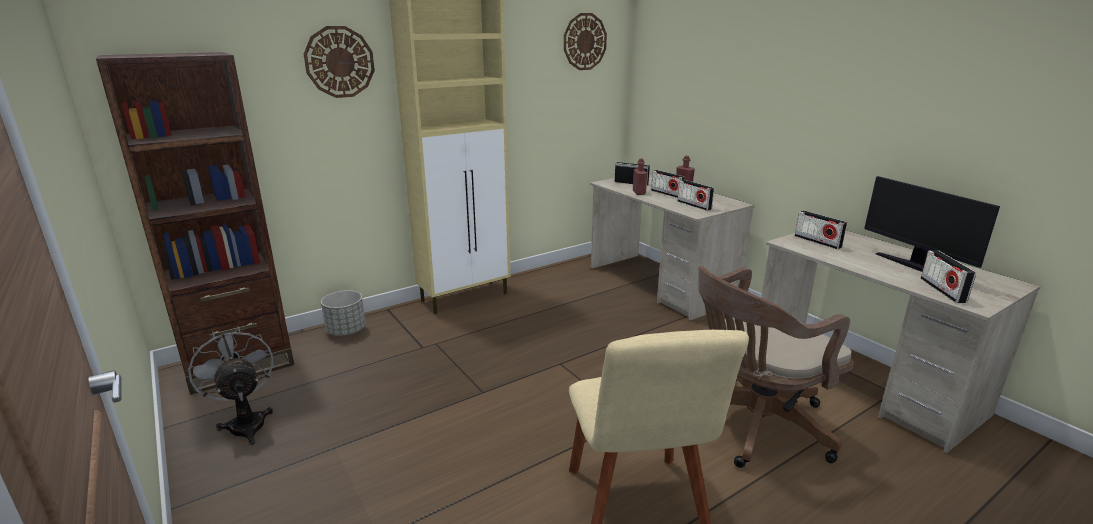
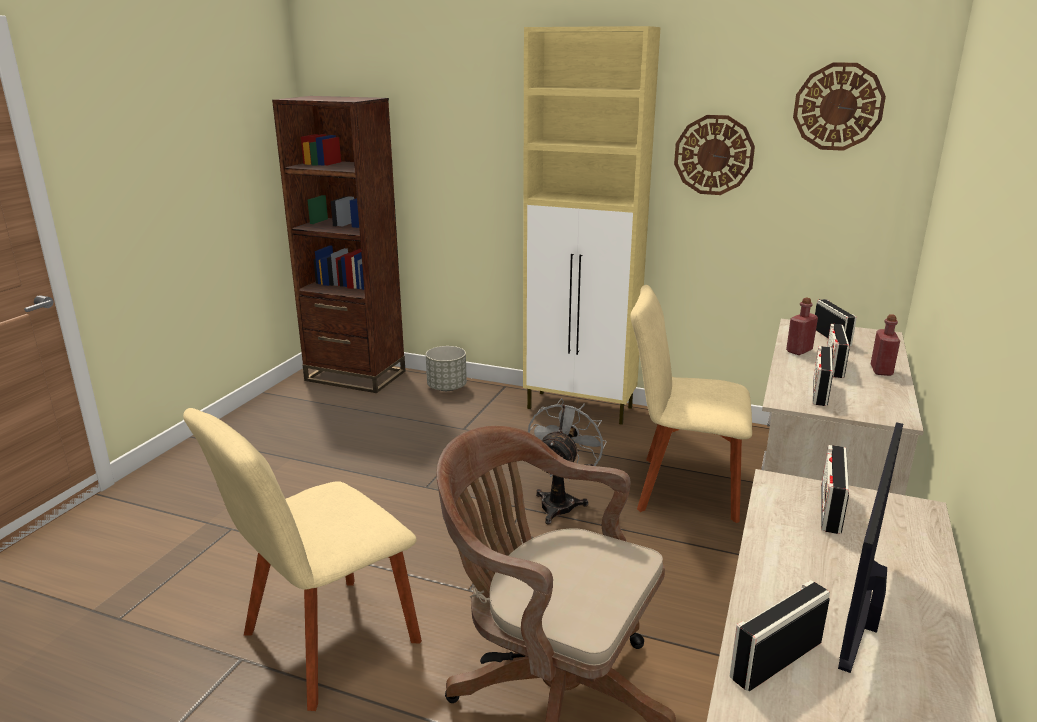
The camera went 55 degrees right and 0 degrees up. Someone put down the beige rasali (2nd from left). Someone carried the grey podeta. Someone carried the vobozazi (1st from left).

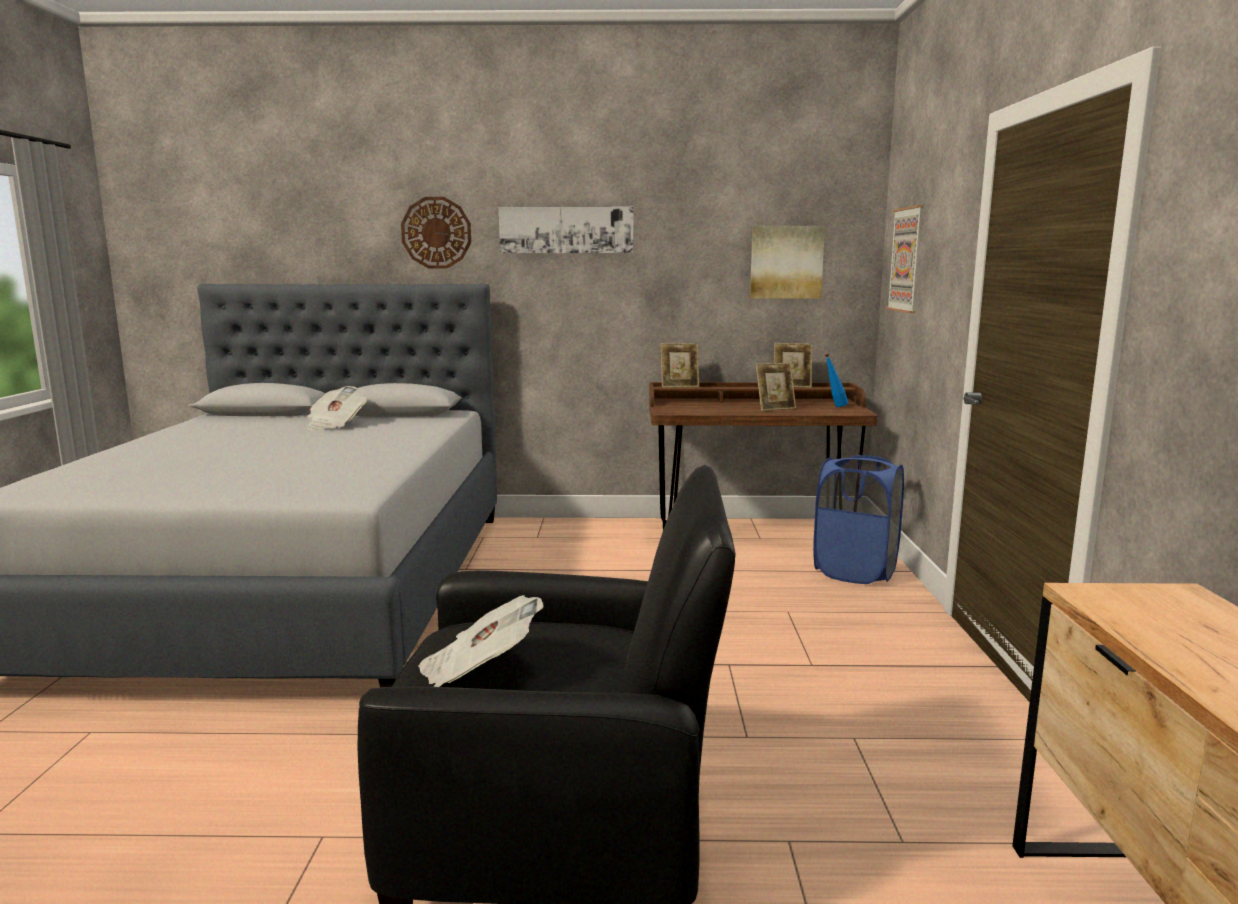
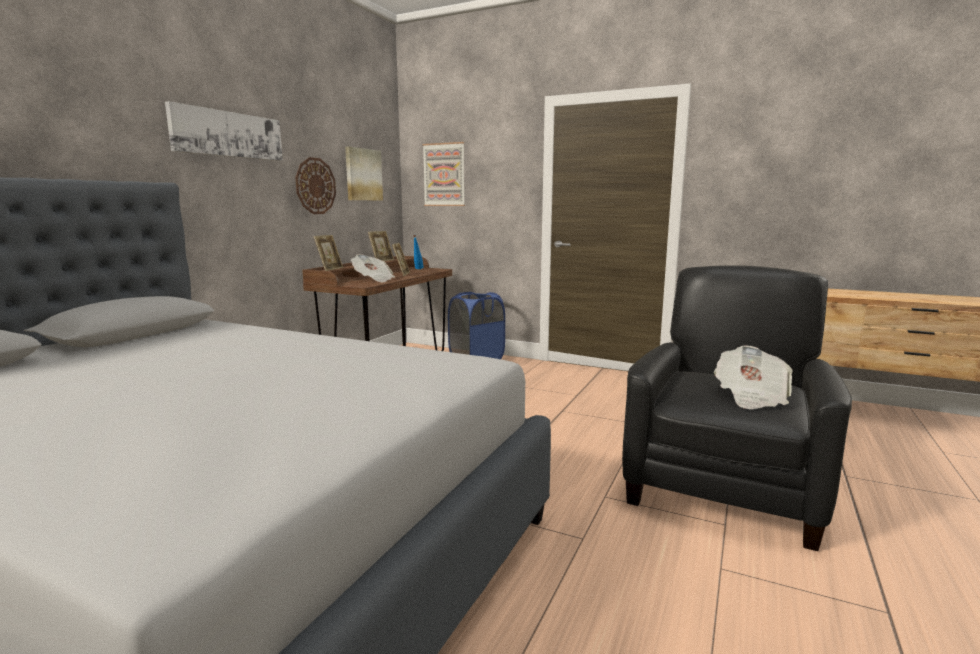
The camera went 65 degrees left and 0 degrees up. Someone carried the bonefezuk (1st from left). Someone carried the vobozazi.

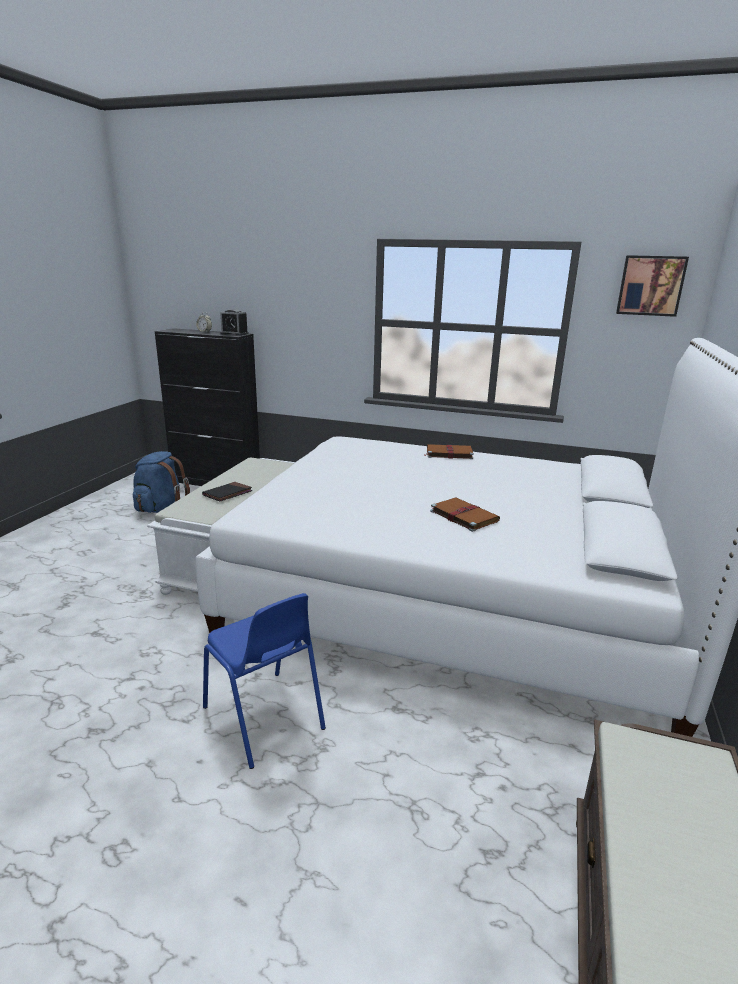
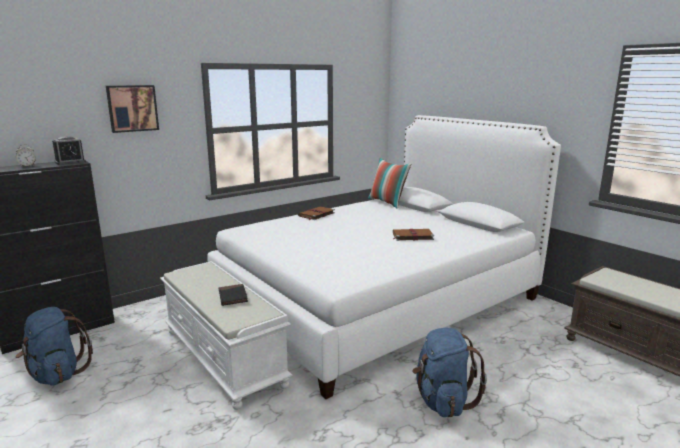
The camera went 55 degrees left and 5 degrees down. Someone put down the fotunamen. Someone carried the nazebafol. Someone swapped the blue rasali for the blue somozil (2nd from left).

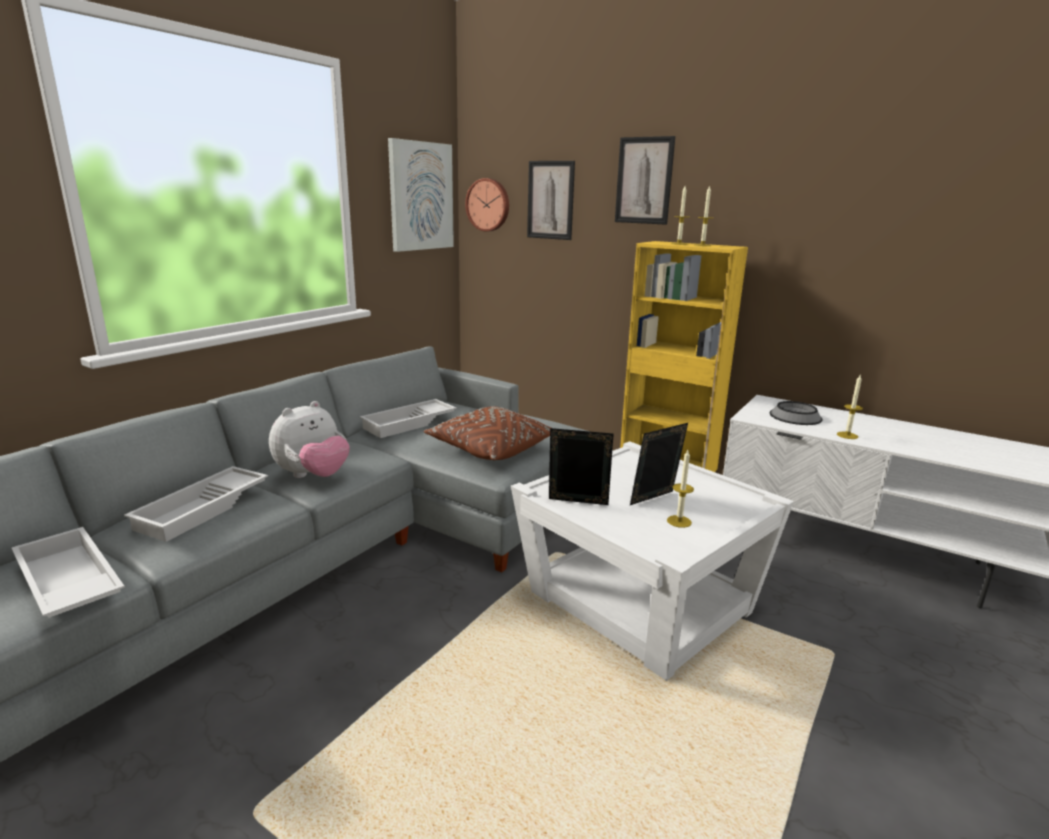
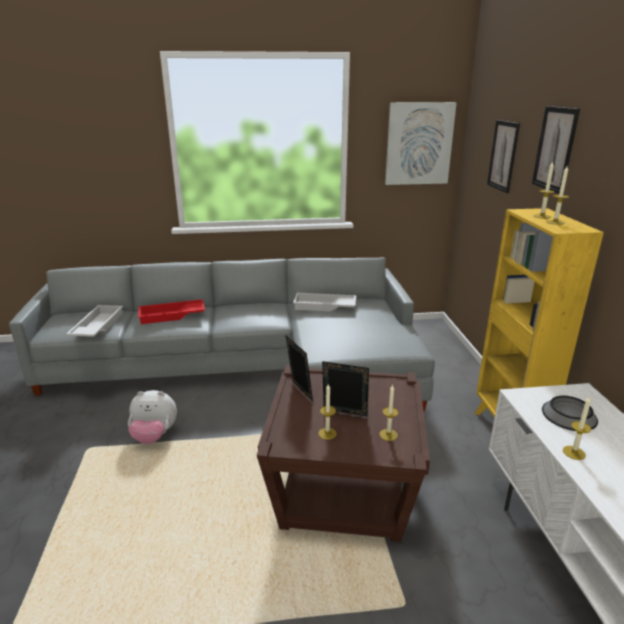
The camera went 50 degrees right and 5 degrees up. Someone took away the brown fotunamen. Someone took away the vobozazi. Someone put down the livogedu (2nd from left). Someone carried the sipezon. Someone repainted the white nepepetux (2nd from left), which became the red nepepetux. Someone repainted the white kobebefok, which became the brown kobebefok.

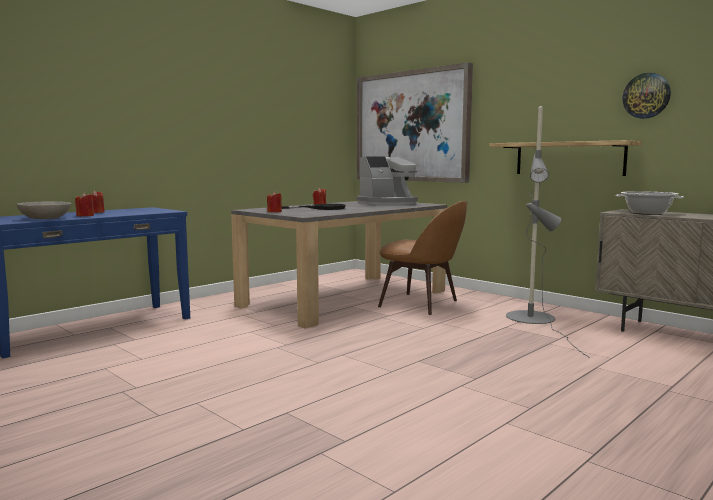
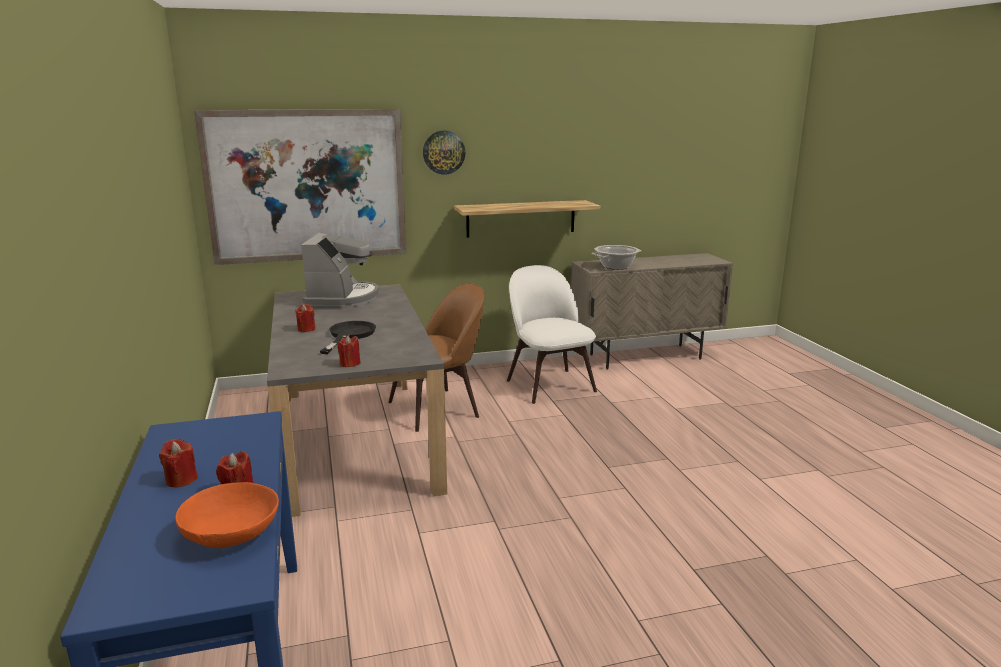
The camera went 60 degrees left and 10 degrees up. Someone carried the vobozazi. Someone swapped the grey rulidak for the white rasali. Someone repainted the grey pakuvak, which became the orange pakuvak.

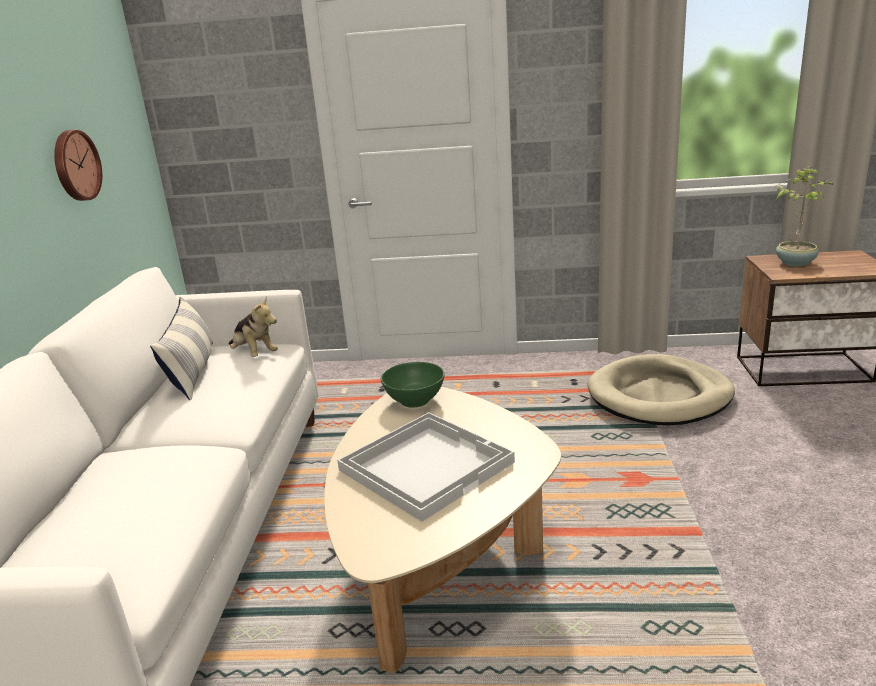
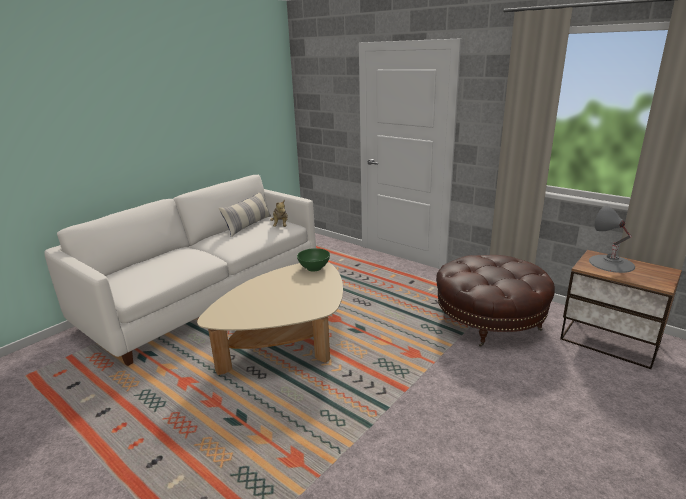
The camera went 35 degrees right and 0 degrees up. Someone took away the vobozazi. Someone took away the white nepepetux. Someone swapped the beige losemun for the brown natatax. Someone swapped the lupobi for the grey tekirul.

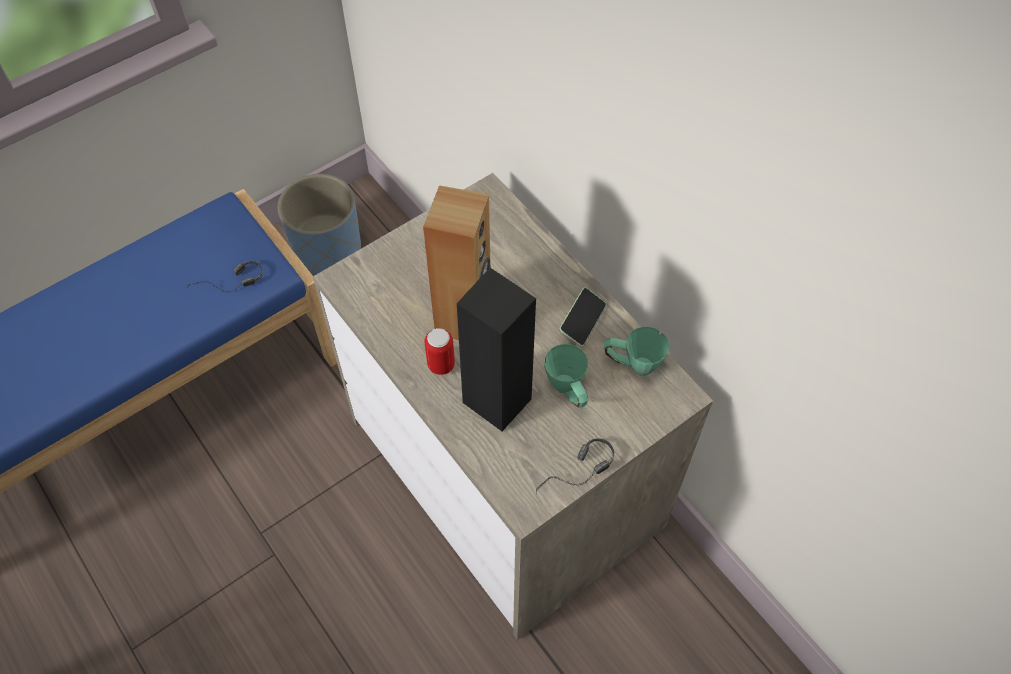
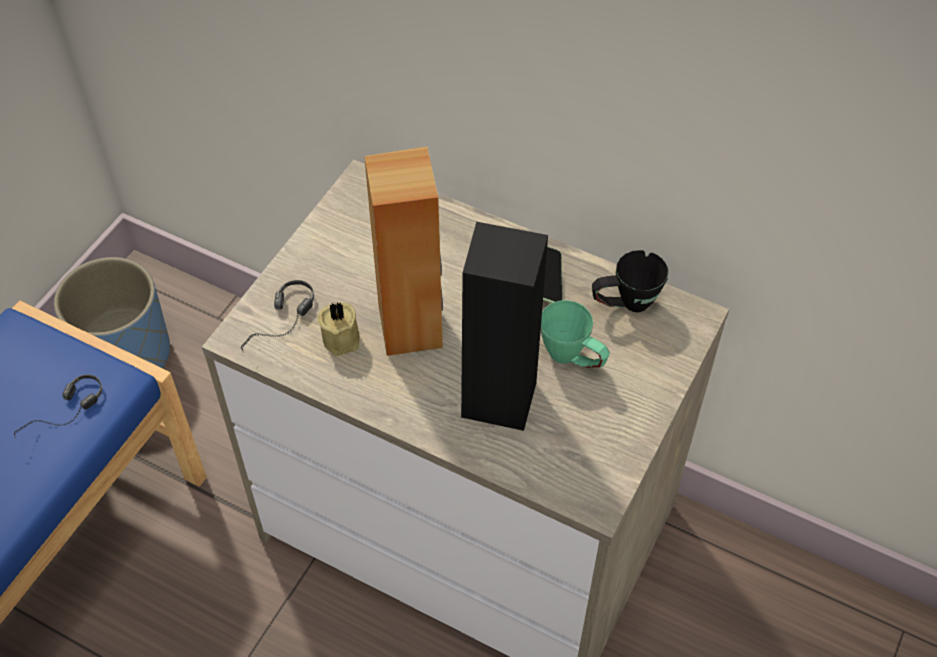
The camera went 25 degrees left and 5 degrees down. Someone took away the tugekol. Someone put down the beige livogedu. Someone carried the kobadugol (2nd from left). Someone repainted the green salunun (2nd from left), which became the black salunun.

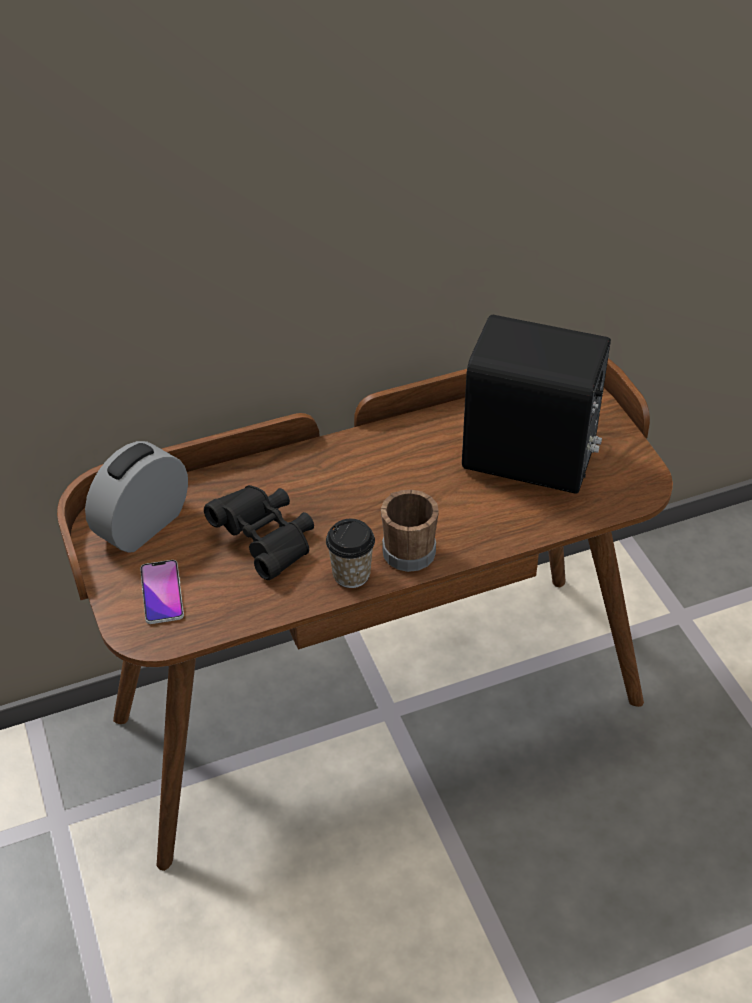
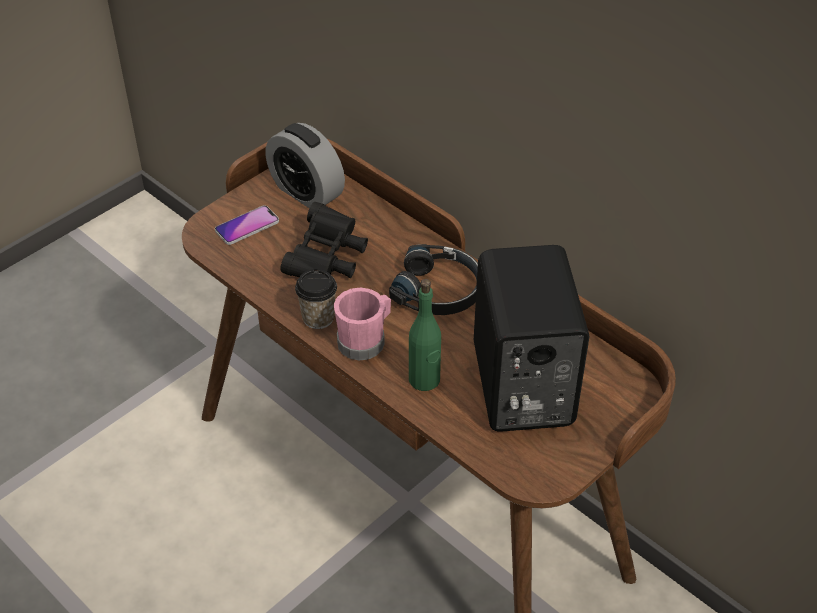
The camera went 65 degrees right and 0 degrees up. Someone put down the black kobadugol. Someone put down the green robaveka. Someone repainted the brown salunun, which became the pink salunun. Someone rotated the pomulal by 150 degrees counterclockwise.

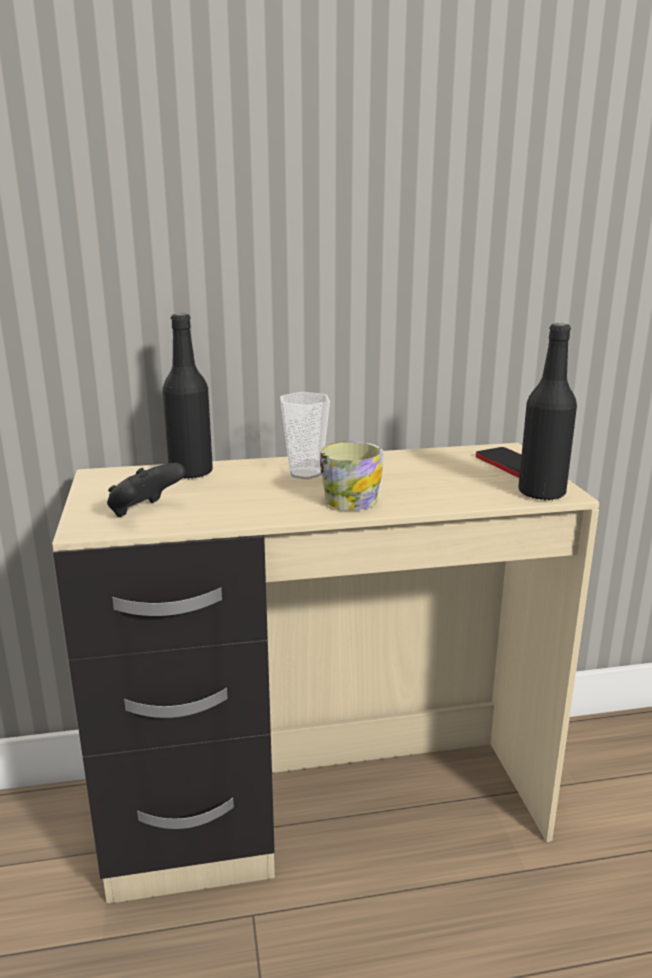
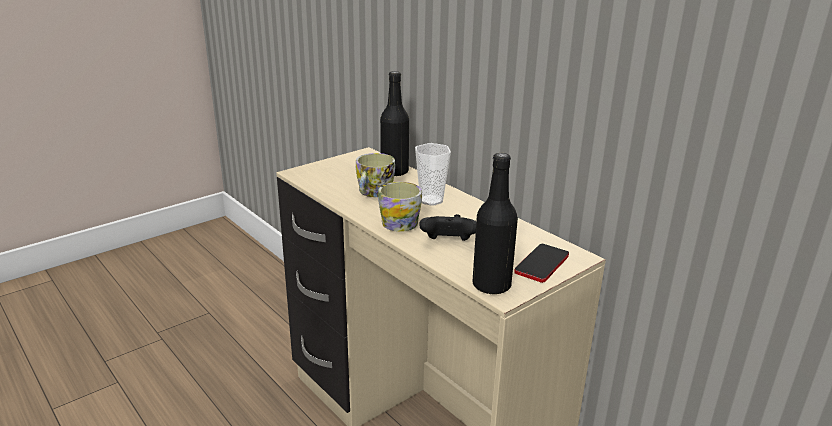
The camera went 60 degrees right and 5 degrees up. Someone put down the salunun (1st from left). Someone carried the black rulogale.

